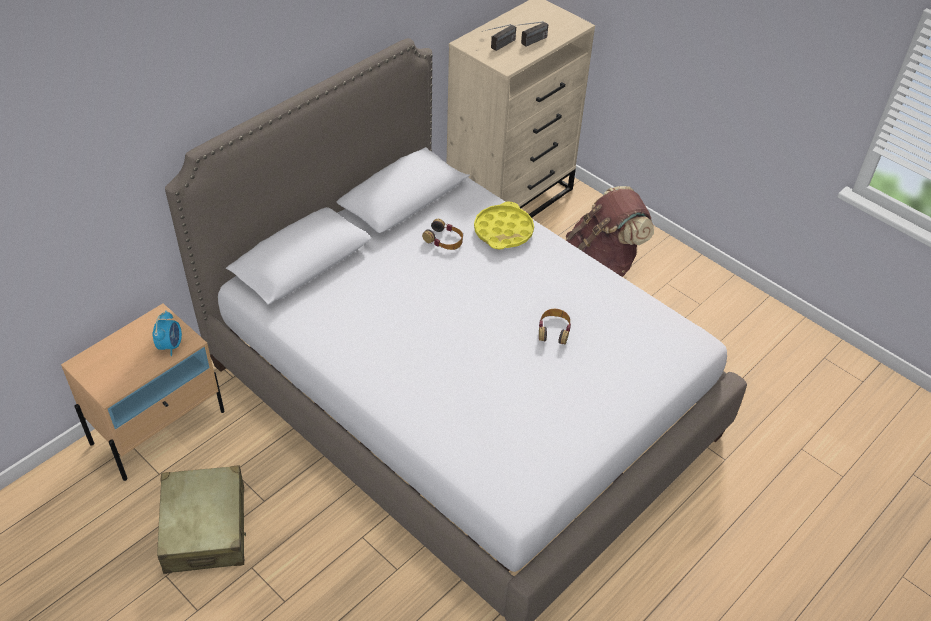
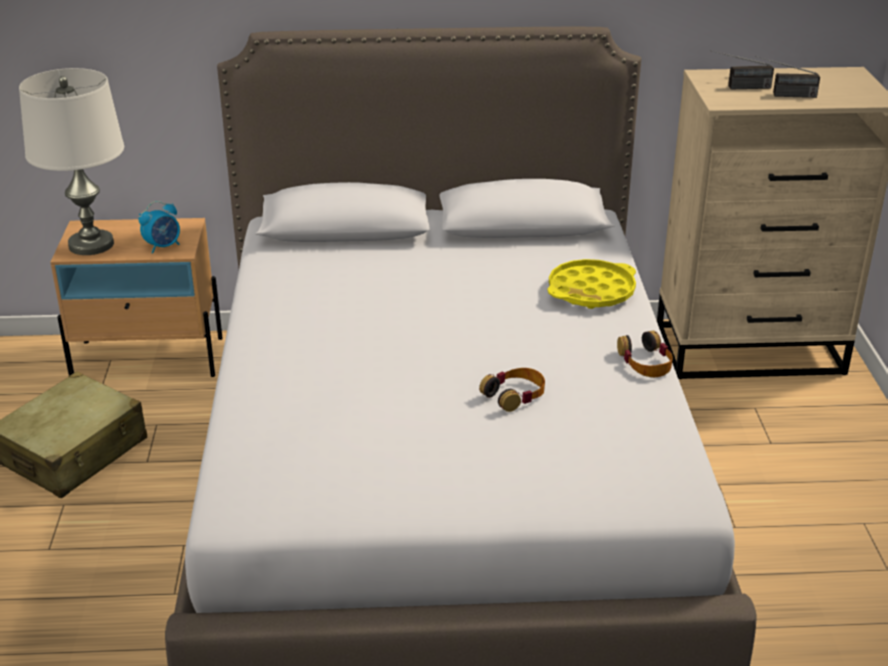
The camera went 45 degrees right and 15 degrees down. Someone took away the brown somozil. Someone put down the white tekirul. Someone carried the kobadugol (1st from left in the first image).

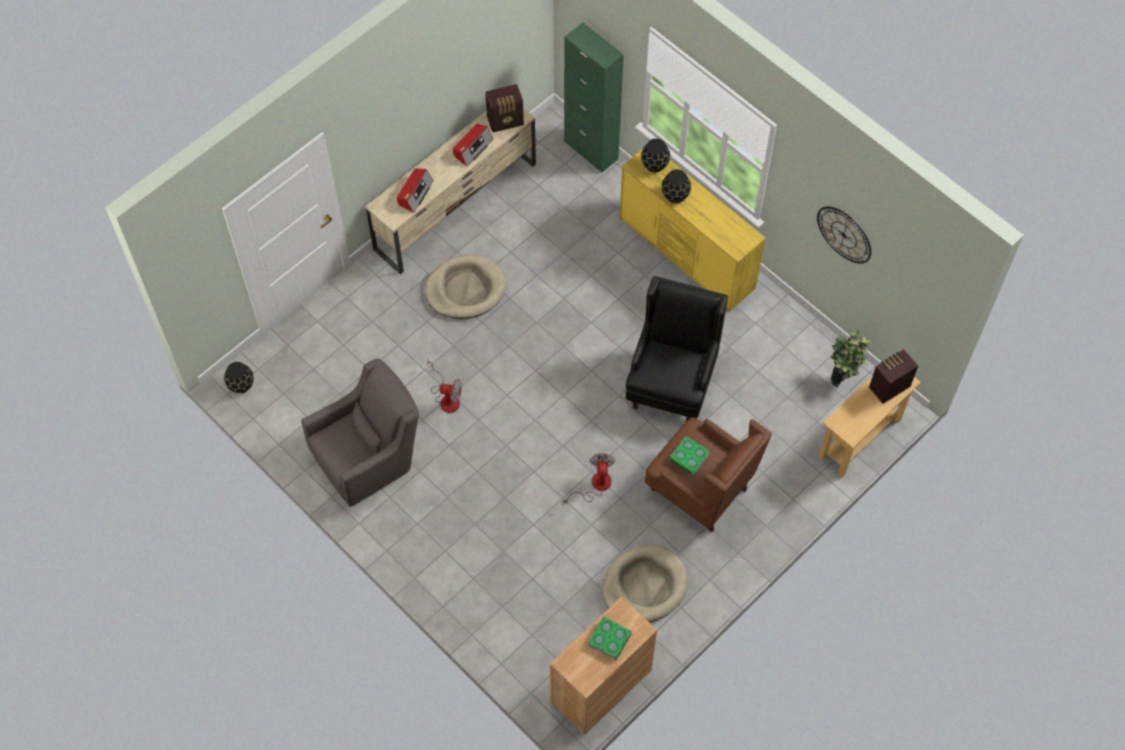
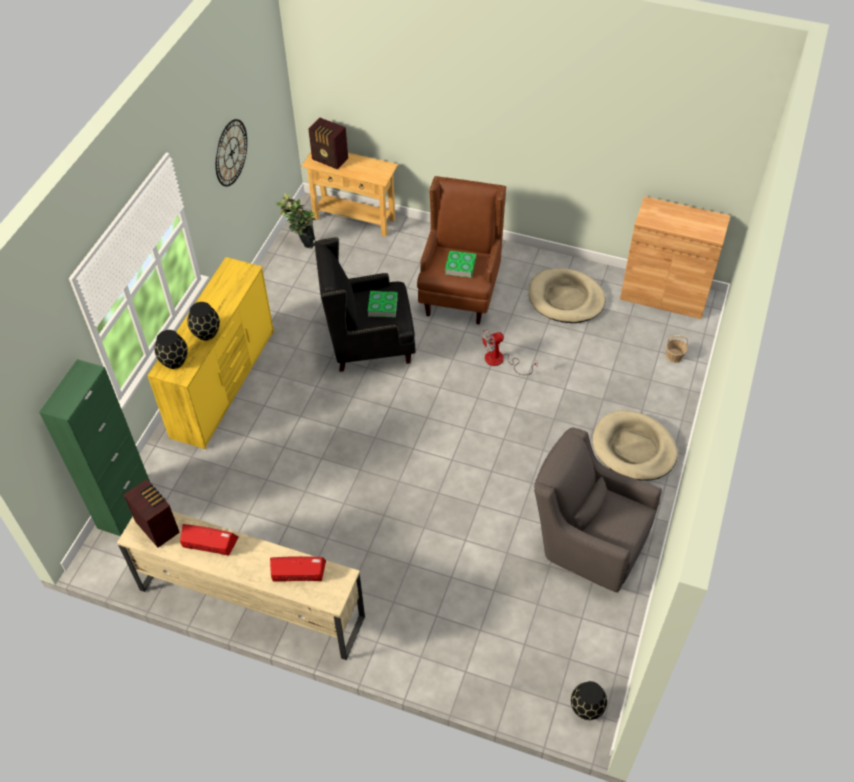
The camera went 115 degrees left and 10 degrees down. Someone took away the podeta (1st from left). Someone put down the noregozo. Someone carried the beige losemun (1st from left in the first image). Someone carried the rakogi (1st from left).

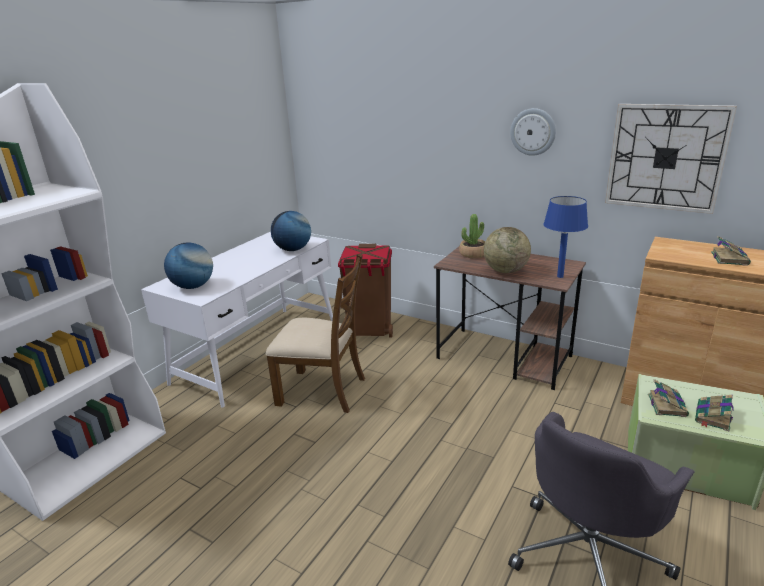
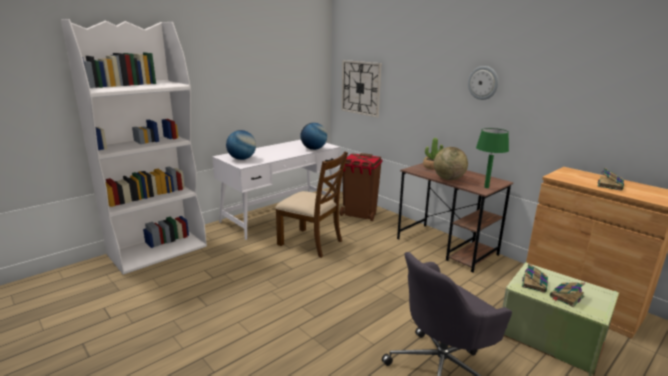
The camera went 15 degrees right and 5 degrees down. Someone carried the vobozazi (2nd from left in the first image). Someone repainted the blue tekirul, which became the green tekirul.

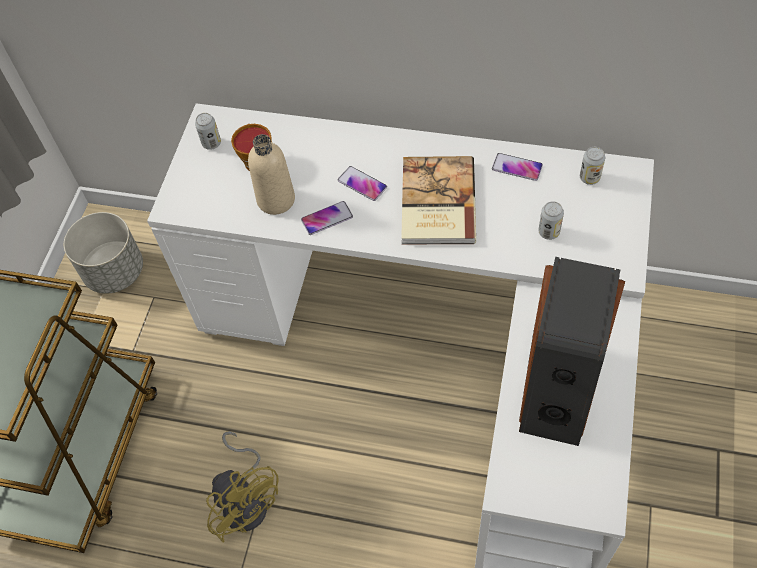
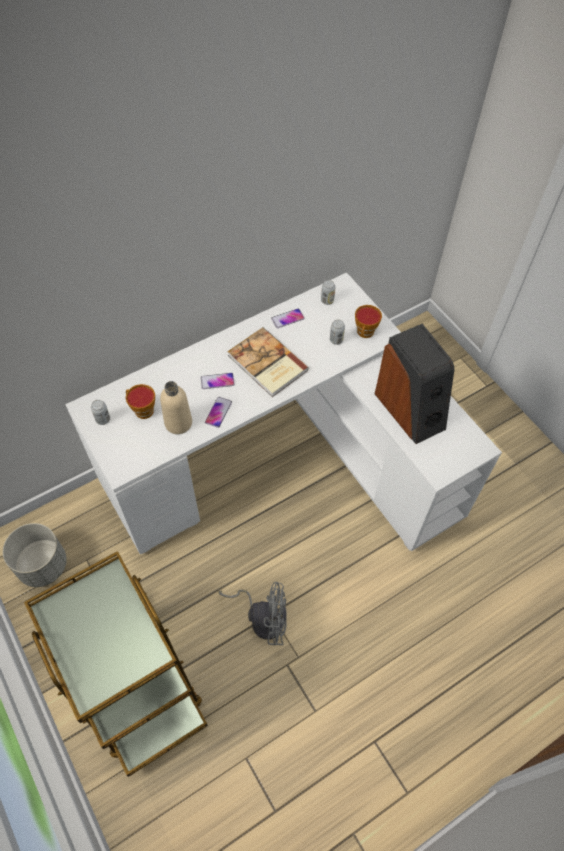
The camera went 50 degrees left and 0 degrees up. Someone put down the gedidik (2nd from left). Someone repainted the yellow podeta, which became the grey podeta.

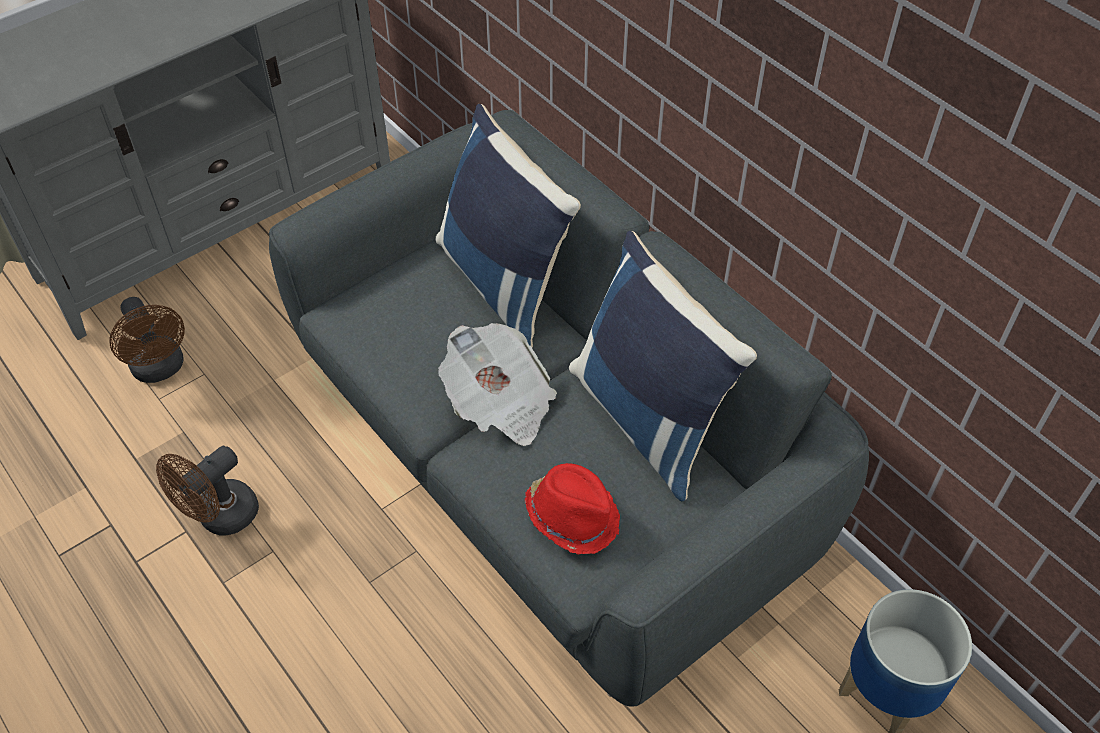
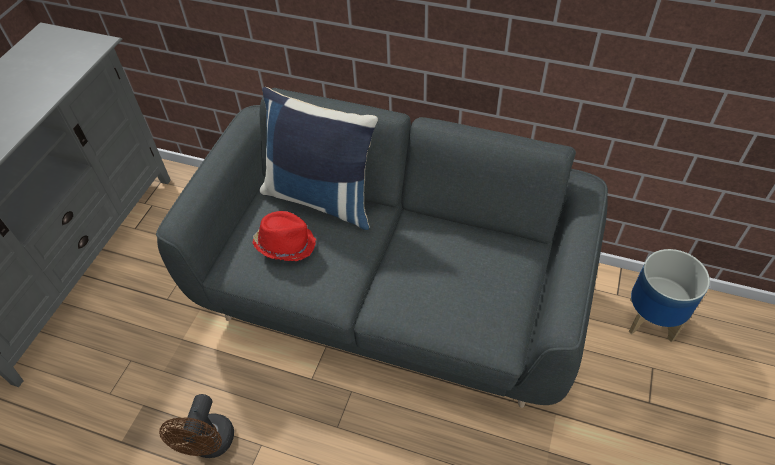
The camera went 30 degrees left and 0 degrees up. Someone took away the brown podeta (1st from left). Someone took away the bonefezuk. Someone took away the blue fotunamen (2nd from left). Someone carried the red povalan.

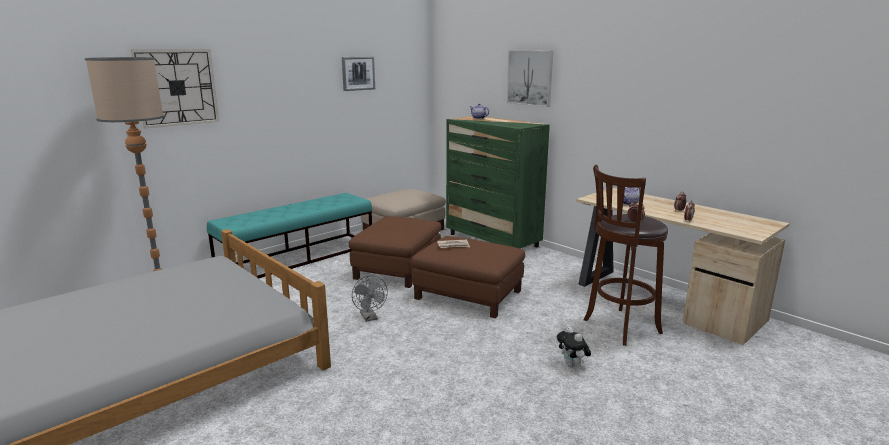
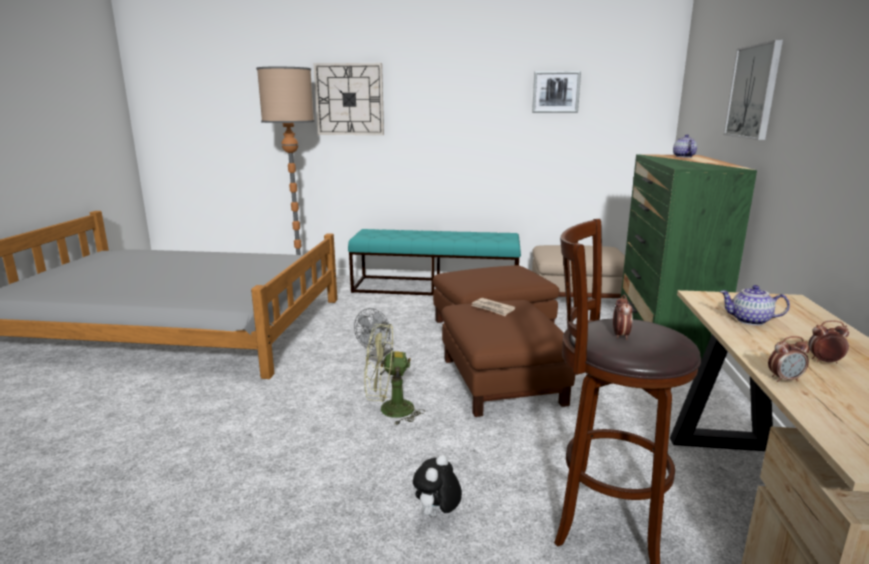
The camera went 50 degrees right and 0 degrees up. Someone put down the green podeta.

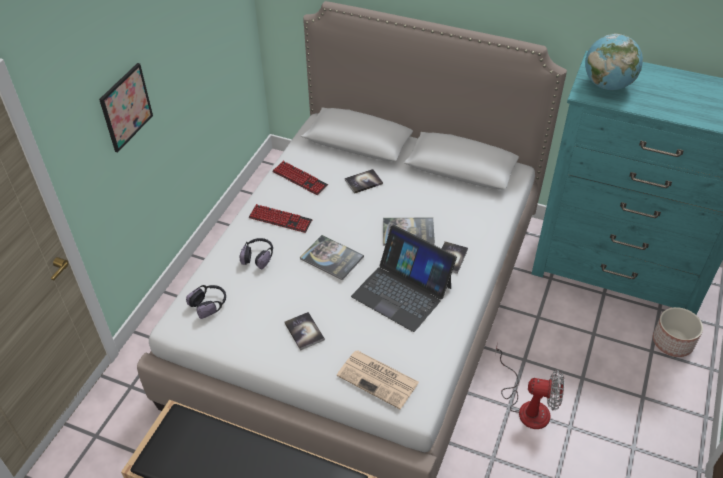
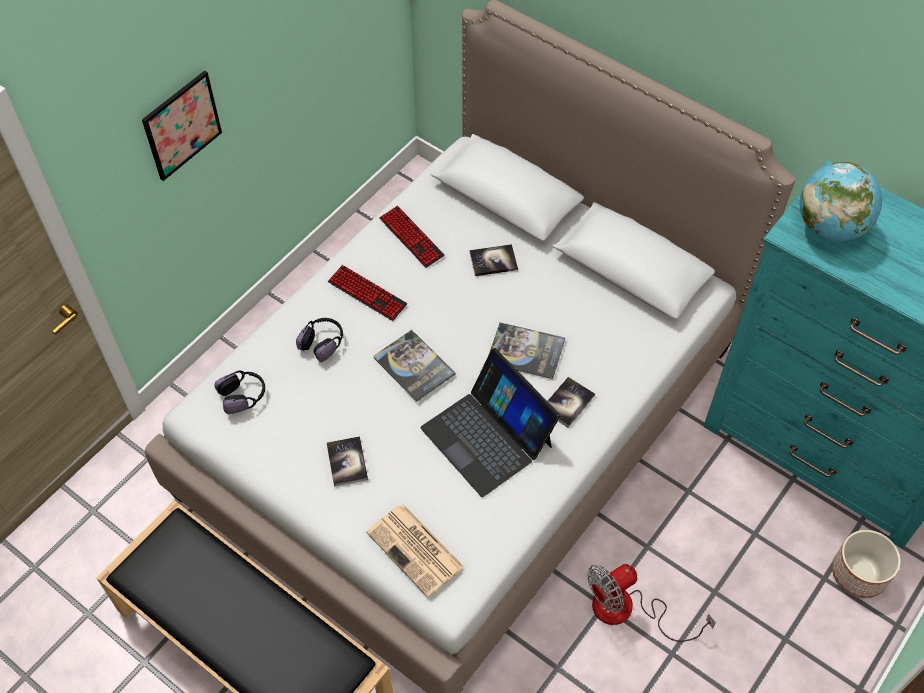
The camera went 15 degrees right and 10 degrees up. Someone rotated the podeta by 120 degrees clockwise.

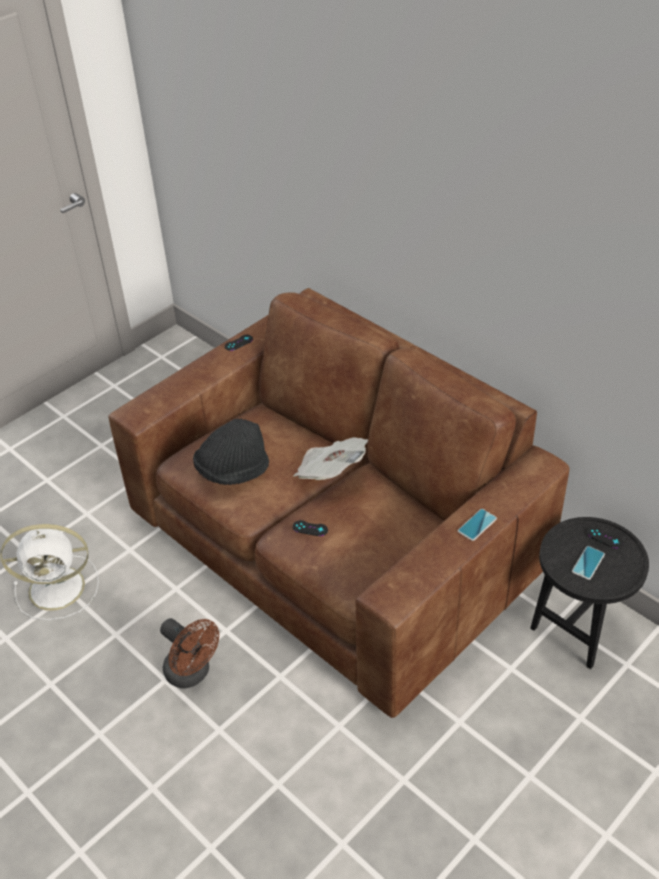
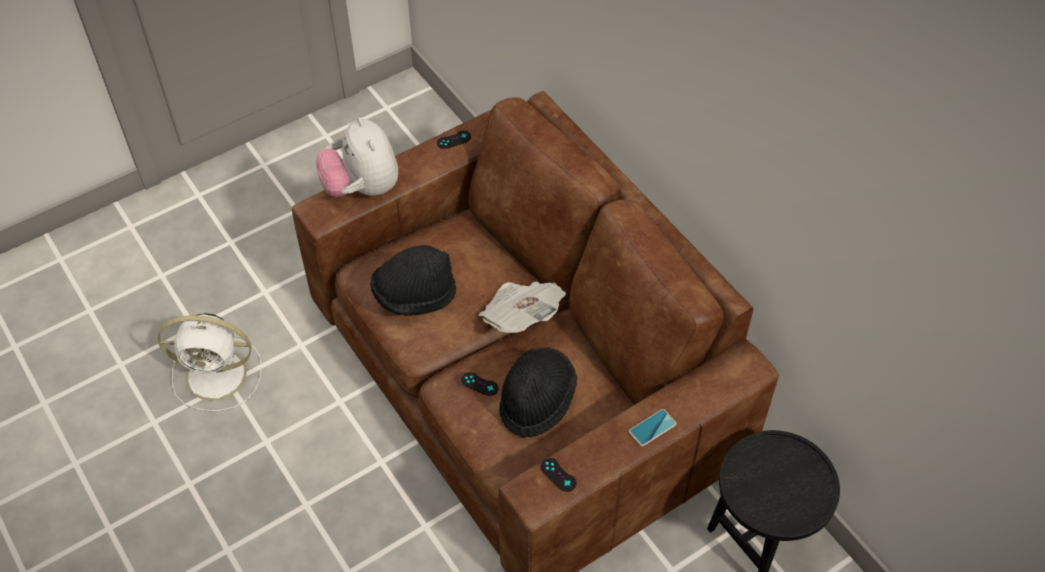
The camera went 10 degrees right and 10 degrees up. Someone took away the brown podeta. Someone took away the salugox (2nd from left). Someone put down the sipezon. Someone put down the black povalan (2nd from left). Someone carried the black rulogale (3rd from left).

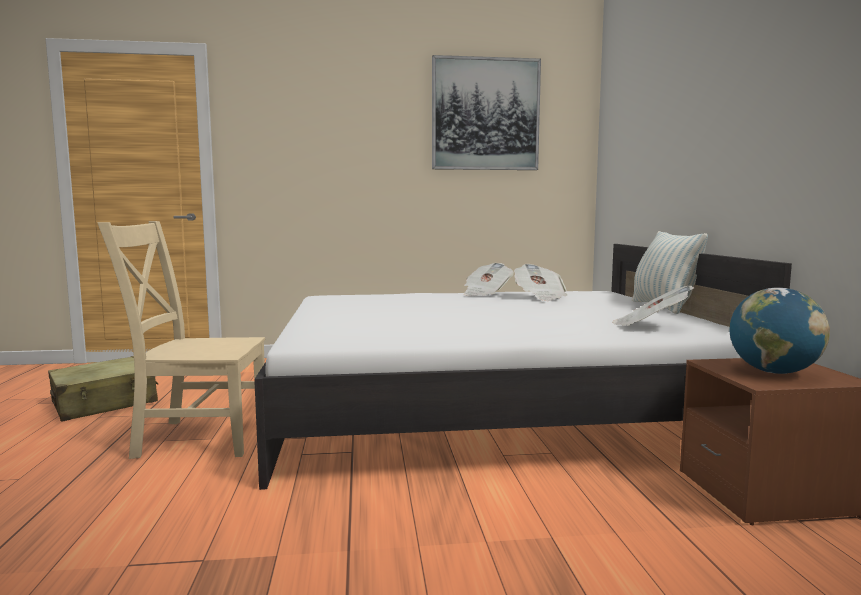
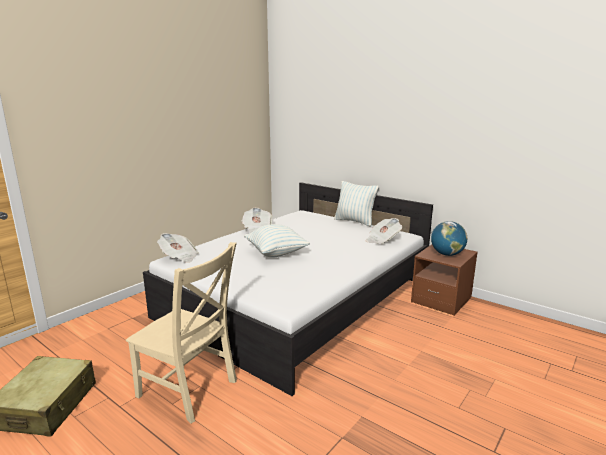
The camera went 45 degrees left and 10 degrees up. Someone took away the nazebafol. Someone put down the fotunamen (1st from left). Someone carried the bonefezuk (2nd from left in the first image). Someone rotated the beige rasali by 105 degrees counterclockwise.

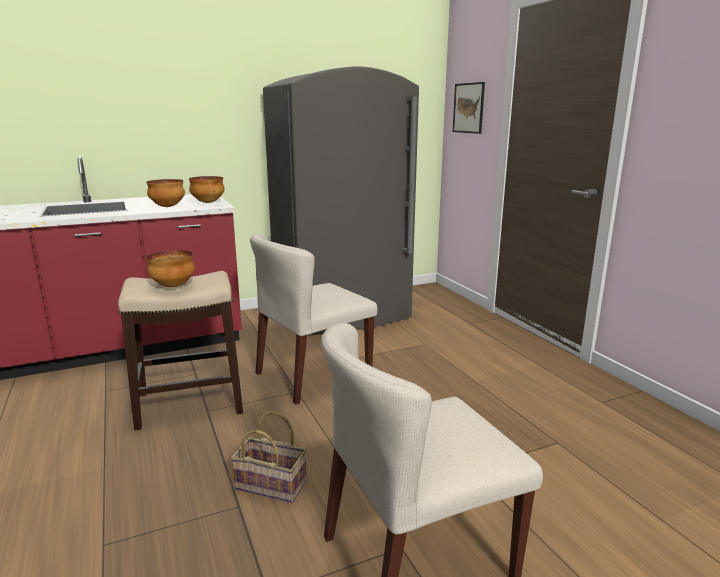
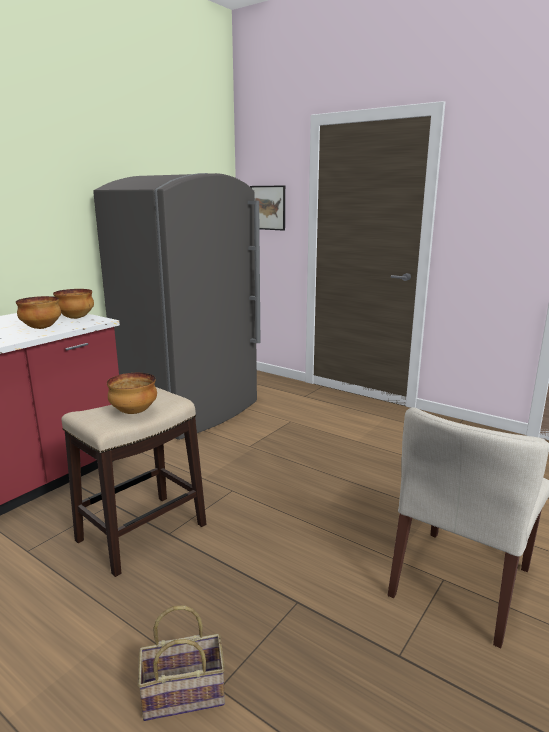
The camera went 30 degrees left and 0 degrees up. Someone took away the beige rasali (1st from left). Someone carried the noregozo.

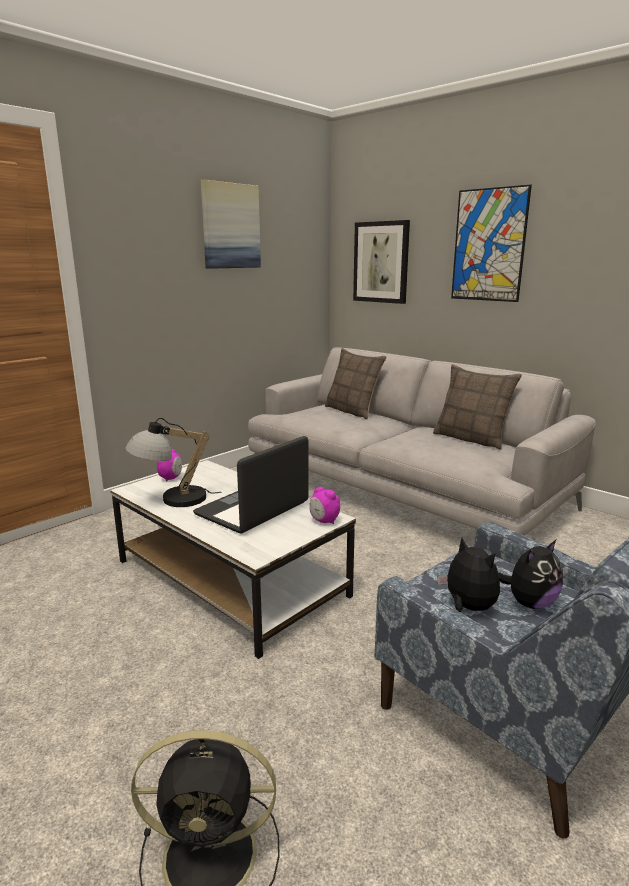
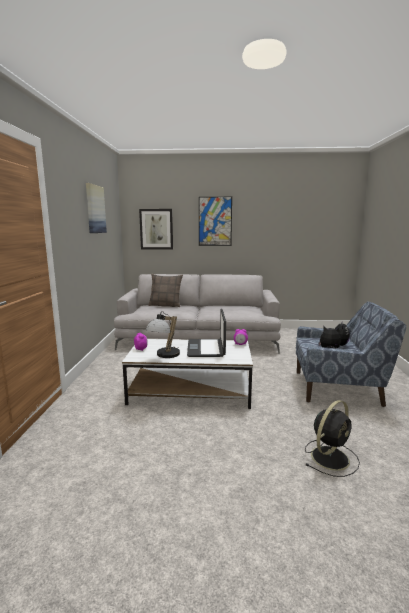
The camera went 40 degrees left and 5 degrees down. Someone took away the fotunamen (2nd from left).

